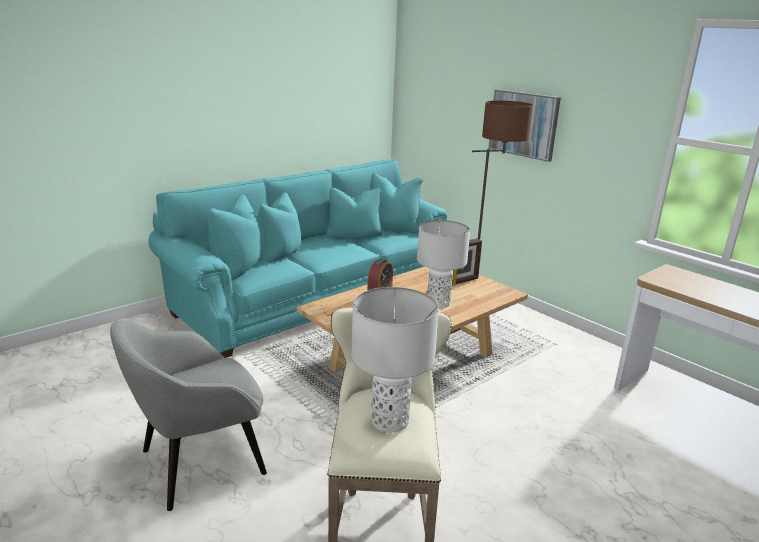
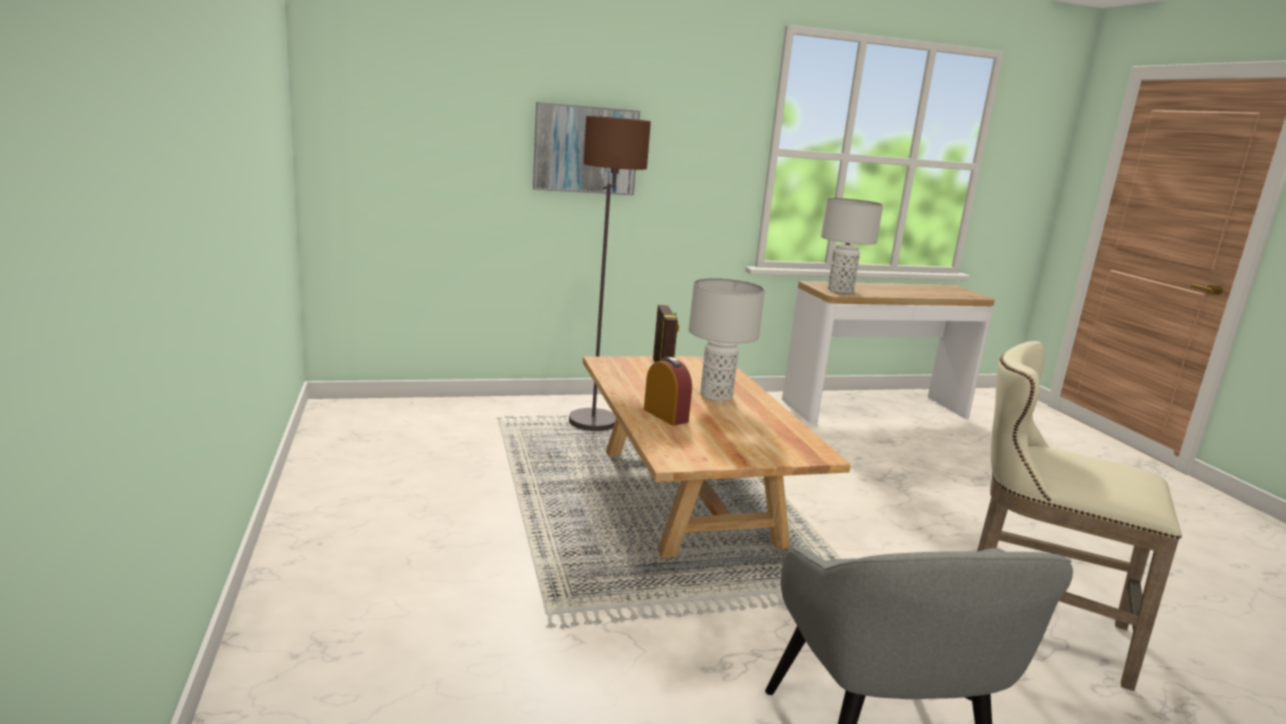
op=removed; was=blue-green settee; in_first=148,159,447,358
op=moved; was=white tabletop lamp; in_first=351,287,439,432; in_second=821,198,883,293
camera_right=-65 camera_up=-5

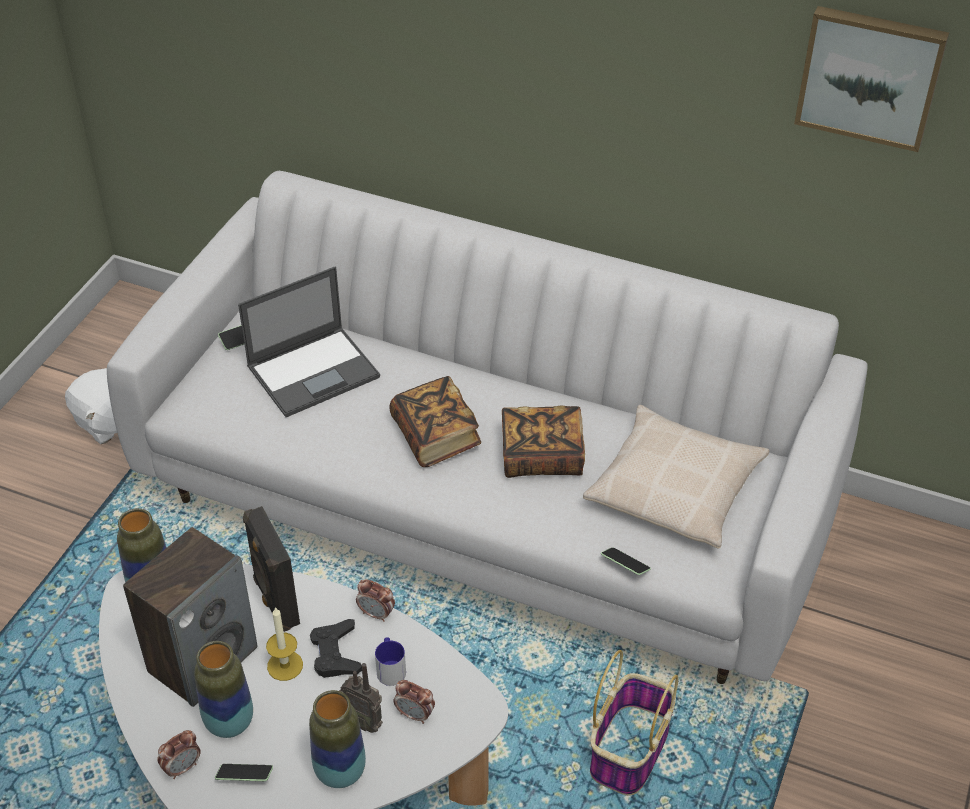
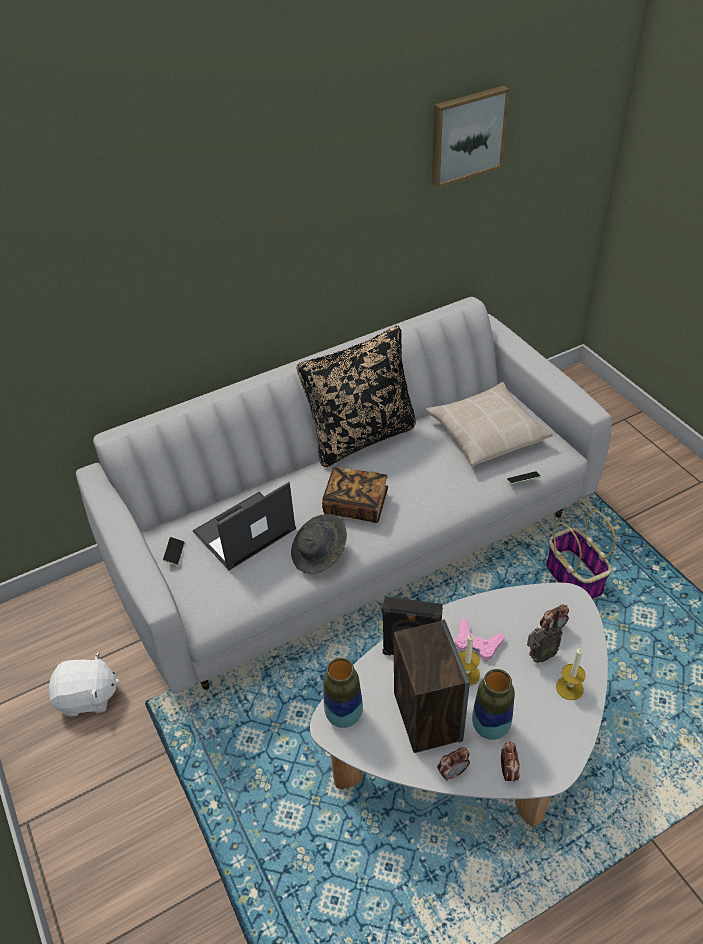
op=turned; was=portable computer; in_first=238,266,380,417; in_second=193,482,296,570; clockwise=-135
op=removed; was=book; in_first=502,406,585,478
op=moved; was=alarm clock; in_first=356,580,395,622; in_second=437,747,470,781
op=recoloured; was=blackish joypad; now=pink-coloured joypad; in_first=310,619,362,678; in_second=455,619,504,661
op=removed; was=coffee mug; in_first=375,637,406,686
op=replaced; was=vase; now=wax light; in_first=309,690,366,788; in_second=556,648,586,700
op=removed; was=telephone; in_first=215,764,273,781
op=added; now=blackish pillow; in_second=297,326,416,467
op=added; now=gray clothing hat; in_second=291,514,347,574
camera_right=-50 camera_up=0

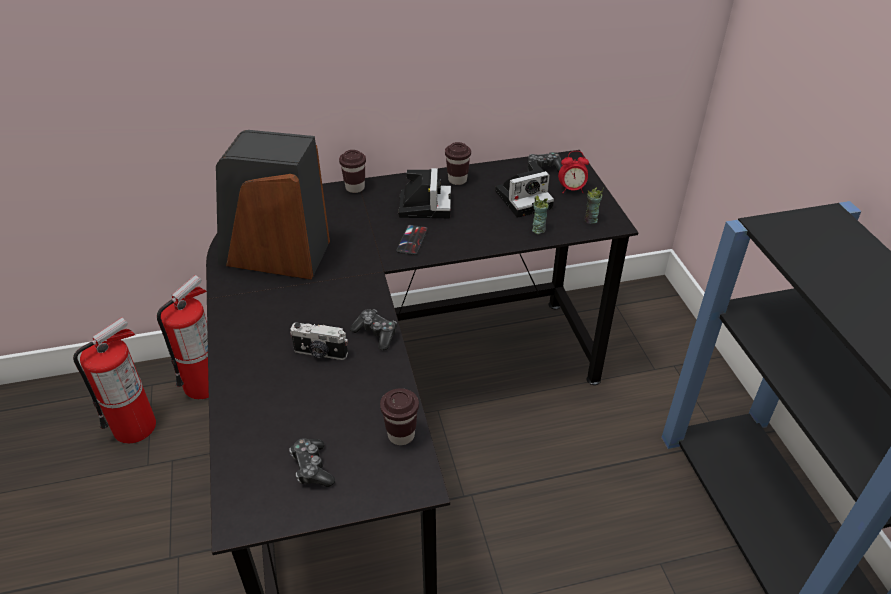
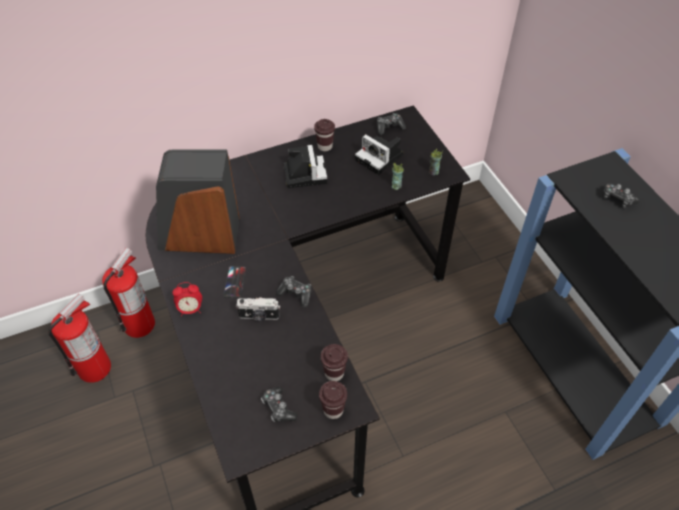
op=moved; was=brown-coloured small cup; in_first=339,150,366,193; in_second=319,381,347,419
op=moved; was=alarm clock; in_first=558,151,589,193; in_second=172,282,202,316
op=turned; was=still camera; in_first=495,161,554,218; in_second=355,134,403,175; clockwise=75
op=moved; was=telephone; in_first=396,225,428,255; in_second=223,266,246,298
op=added; now=joypad; in_second=603,184,639,208
camera_right=-10 camera_up=10

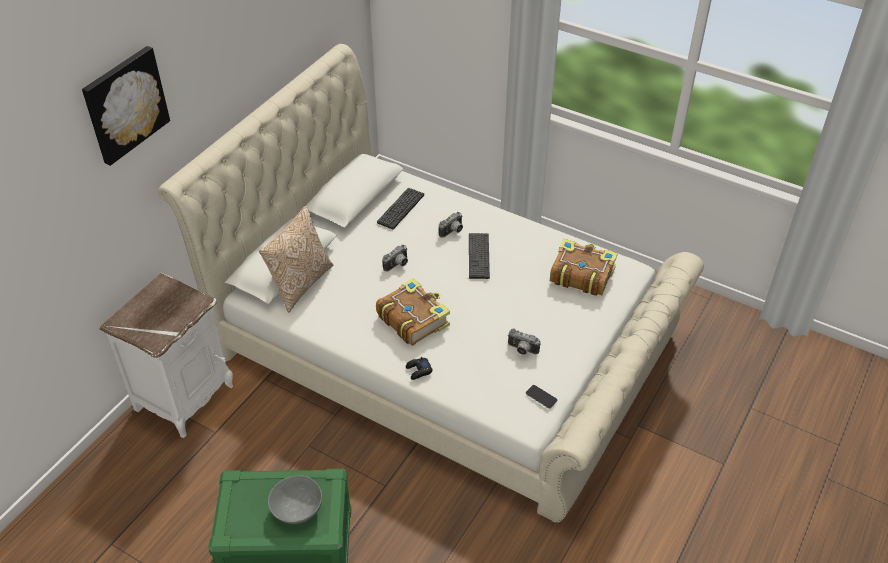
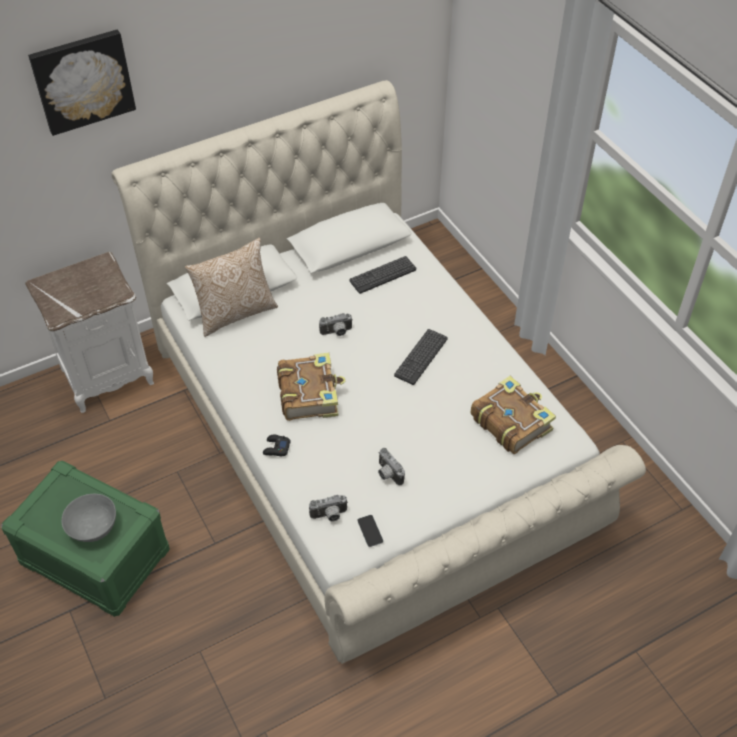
op=moved; was=still camera; in_first=439,212,463,238; in_second=309,495,348,522
camera_right=30 camera_up=5

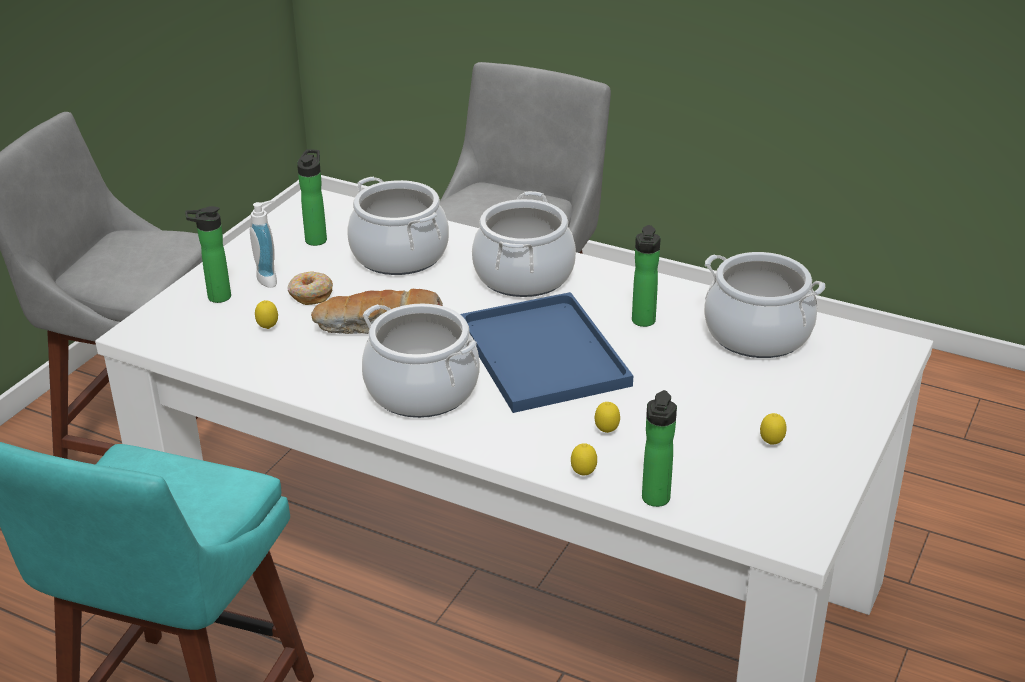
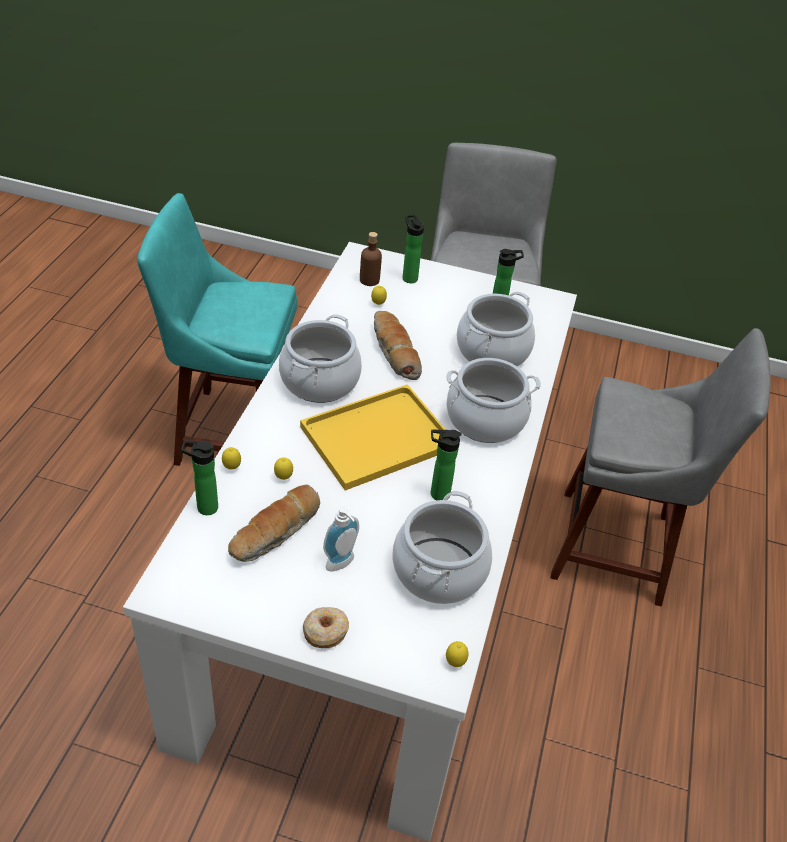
op=moved; was=soap dispenser; in_first=250,200,277,288; in_second=323,506,359,572
op=moved; was=ring doughnut; in_first=288,271,333,305; in_second=303,607,349,648
op=recoloured; was=blue-coloured carrying tray; now=yellow carrying tray; in_first=460,292,633,413; in_second=300,384,446,490
op=moved; was=whole lemon; in_first=760,413,787,445; in_second=446,641,469,667
op=added; now=brown-coloured bottle; in_second=360,232,382,286
op=added; now=bread; in_second=228,485,320,562
camera_right=75 camera_up=10

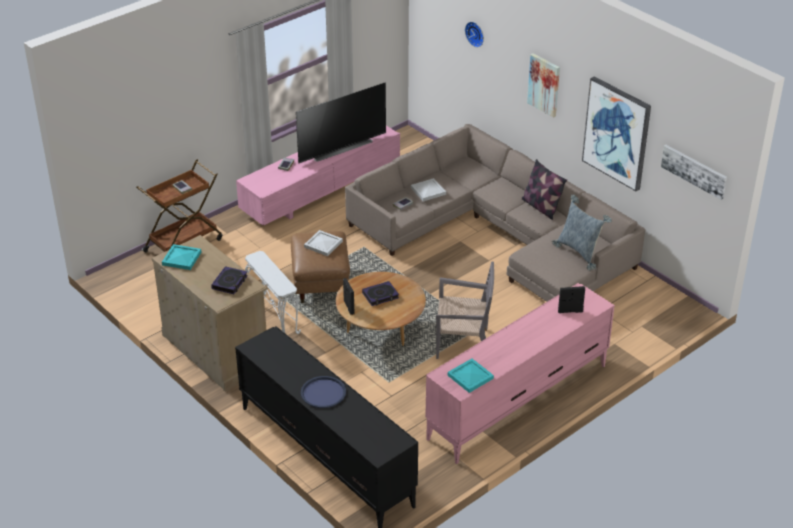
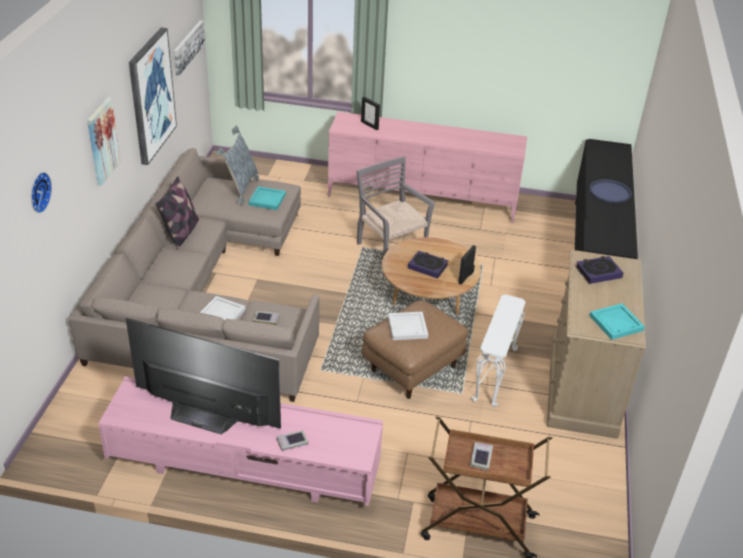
op=moved; was=blue-green carrying tray; in_first=448,359,494,393; in_second=249,186,286,210
camera_right=-130 camera_up=0

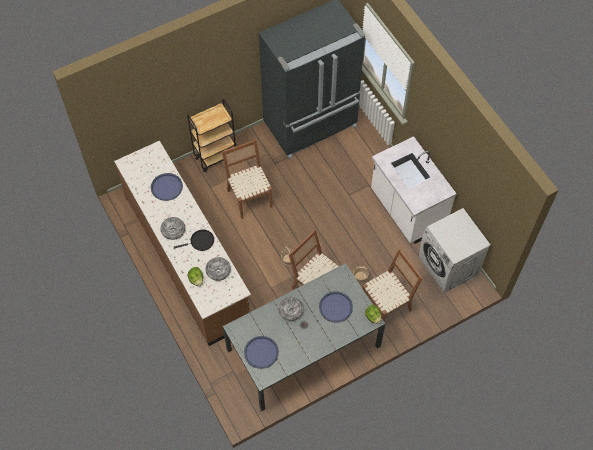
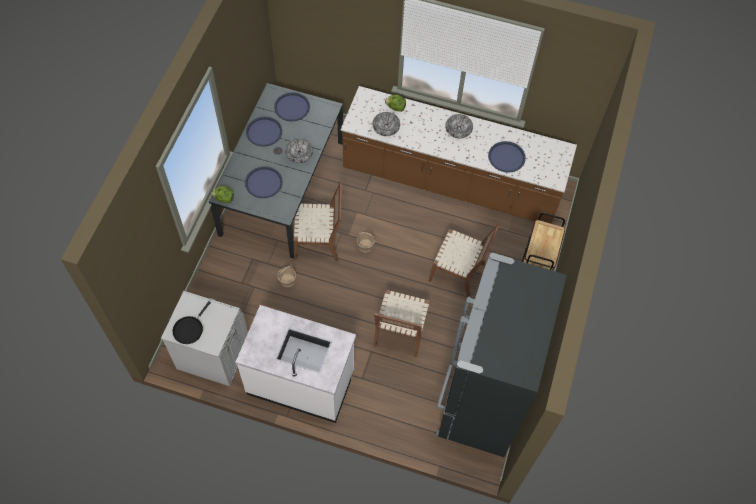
op=moved; was=blackish skillet; in_first=174,230,214,251; in_second=173,301,211,344
op=moved; was=plain chair; in_first=362,249,423,321; in_second=374,290,430,358
op=added; now=blue-coloured carrying tray; in_second=246,117,282,147
camera_right=135 camera_up=0

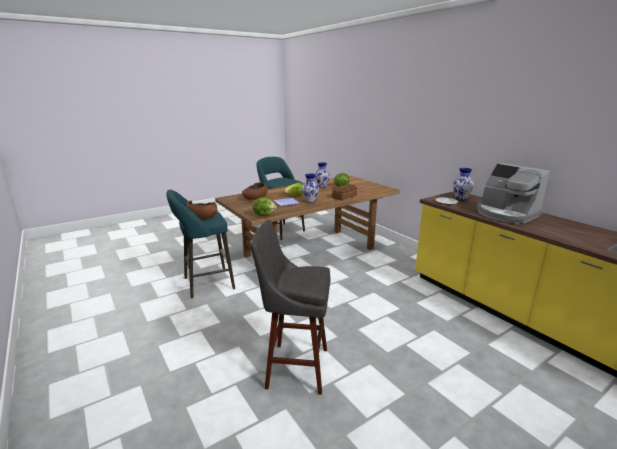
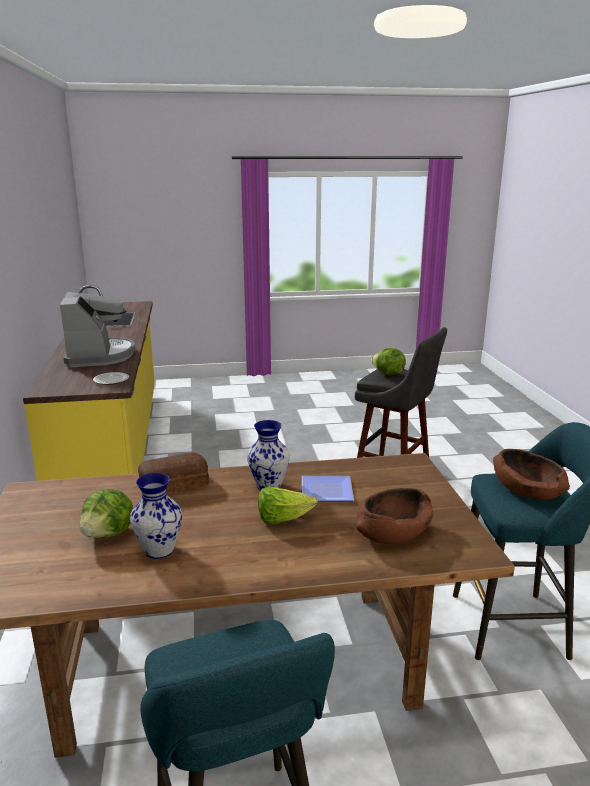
op=removed; was=vase; in_first=453,168,474,200
op=moved; was=lettuce head; in_first=253,197,276,216; in_second=371,348,406,375
camera_right=-155 camera_up=0

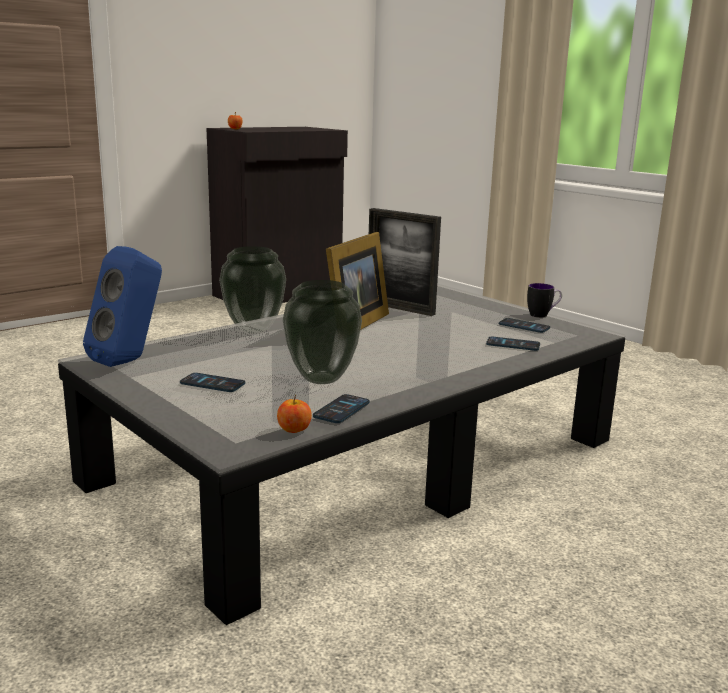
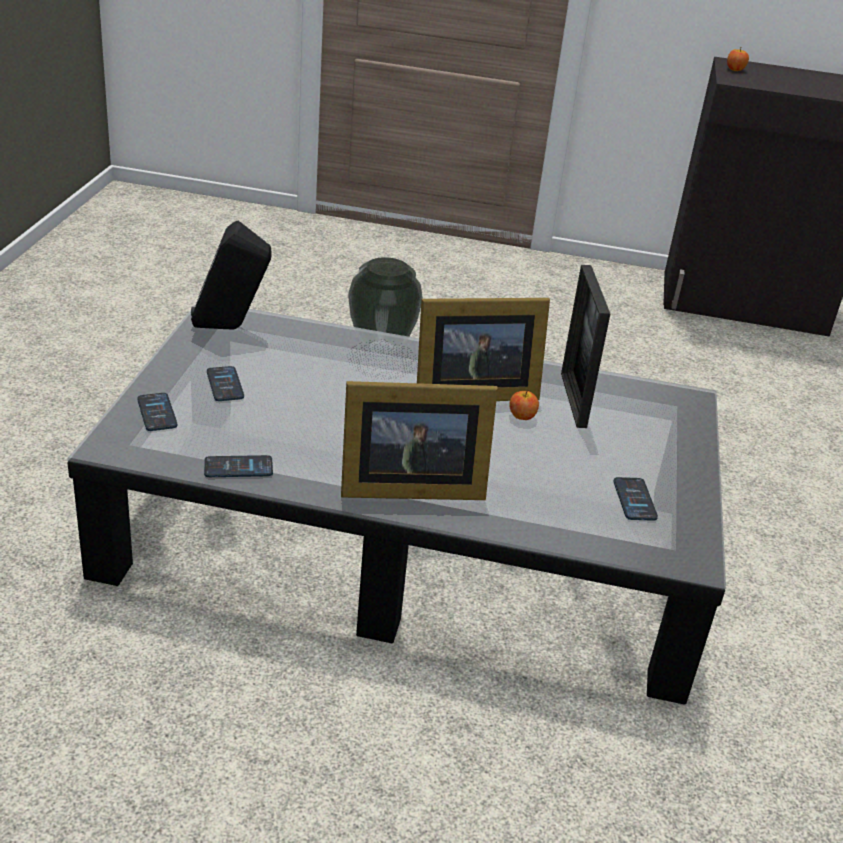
op=recoloured; was=blue-coloured loudspeaker; now=blackish loudspeaker; in_first=83,246,162,367; in_second=191,221,272,330
op=removed; was=vase; in_first=283,280,362,384
op=removed; was=coffee mug; in_first=527,283,562,318
op=moved; was=telephone; in_first=486,337,540,351; in_second=137,393,177,431
op=moved; was=apple; in_first=277,395,312,433; in_second=509,390,539,420
op=added; now=picture frame; in_second=341,381,498,500
camera_right=50 camera_up=15

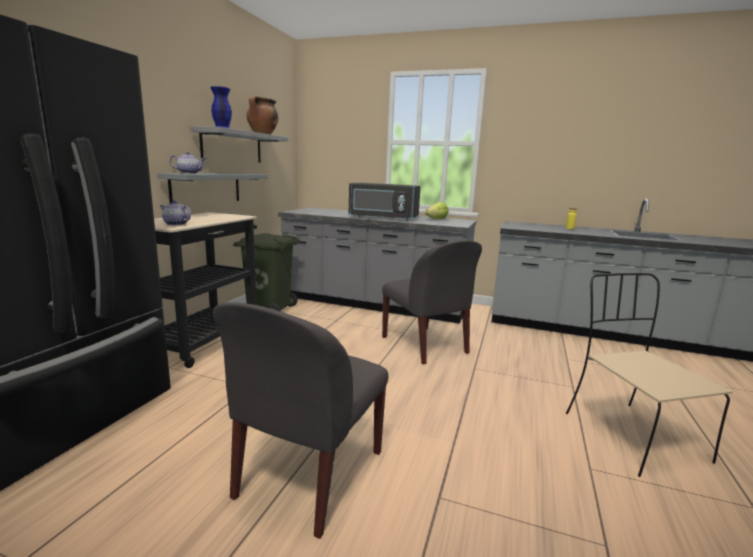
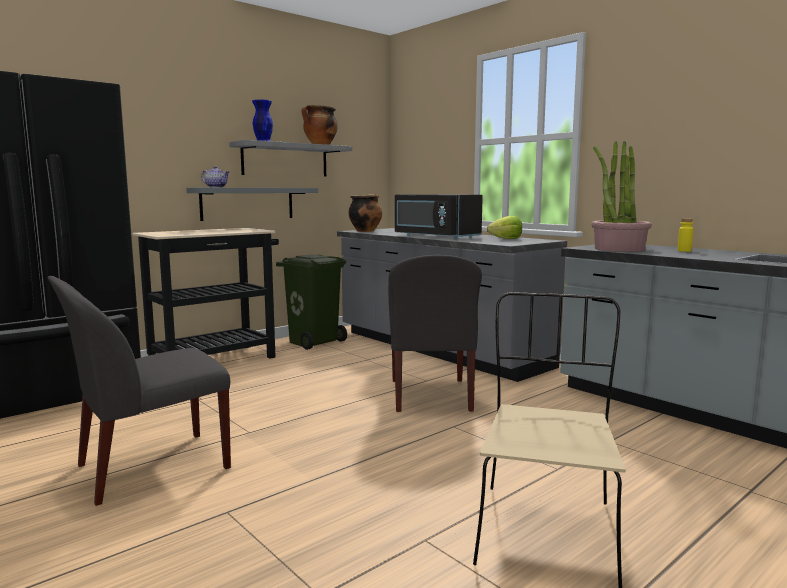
op=removed; was=tea pot; in_first=159,200,191,225
op=added; now=plant in a pot; in_second=592,141,652,252
op=added; now=stockpot; in_second=348,194,382,232
camera_right=30 camera_up=-5

